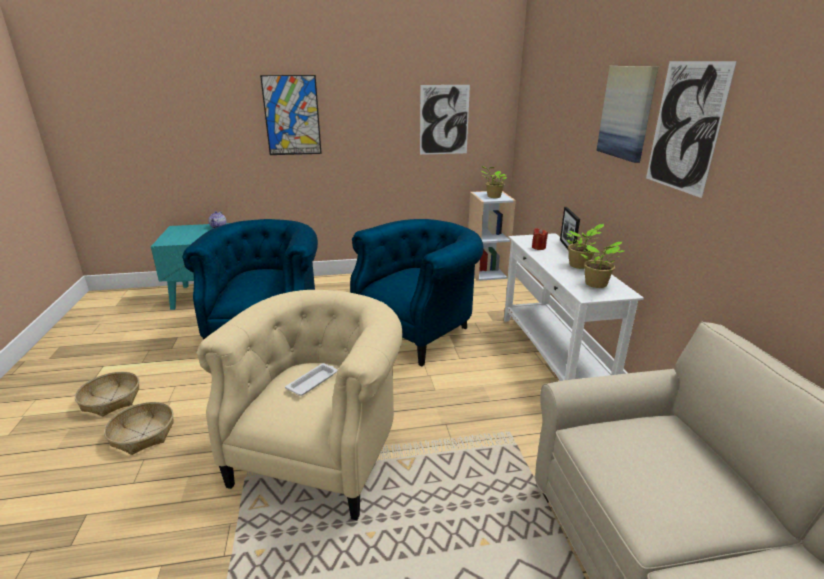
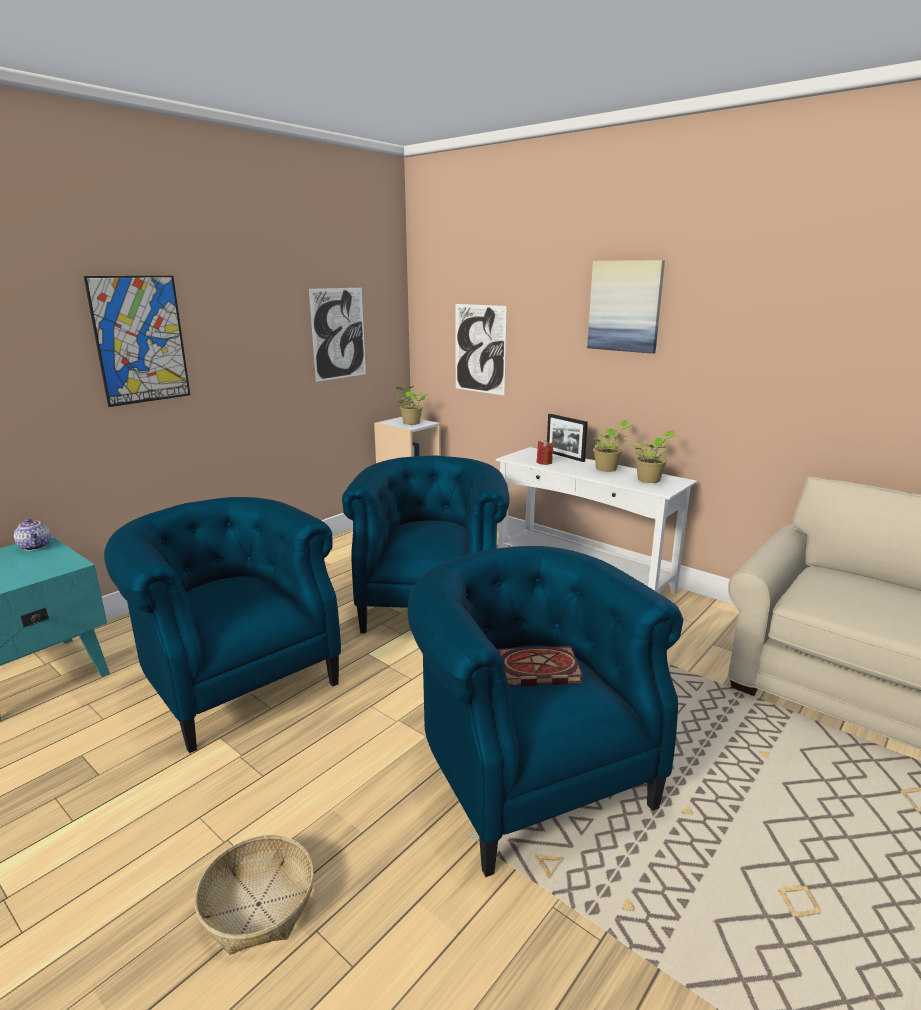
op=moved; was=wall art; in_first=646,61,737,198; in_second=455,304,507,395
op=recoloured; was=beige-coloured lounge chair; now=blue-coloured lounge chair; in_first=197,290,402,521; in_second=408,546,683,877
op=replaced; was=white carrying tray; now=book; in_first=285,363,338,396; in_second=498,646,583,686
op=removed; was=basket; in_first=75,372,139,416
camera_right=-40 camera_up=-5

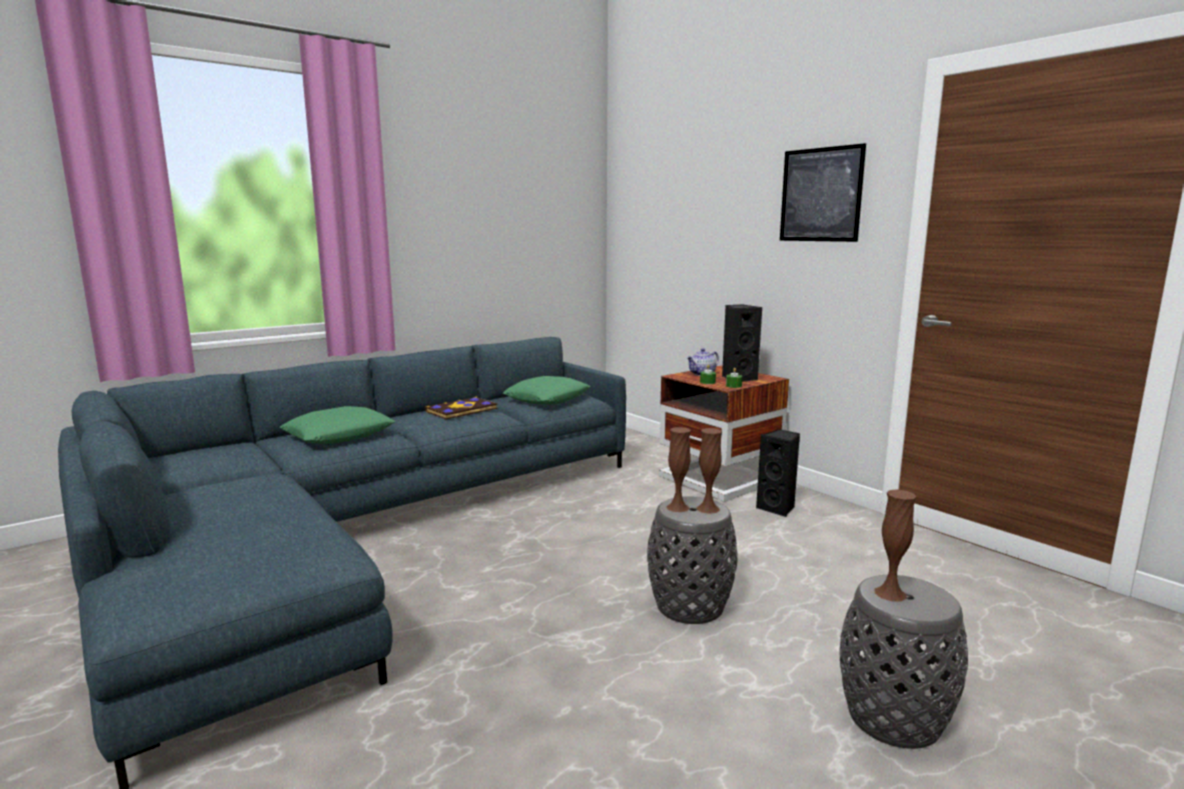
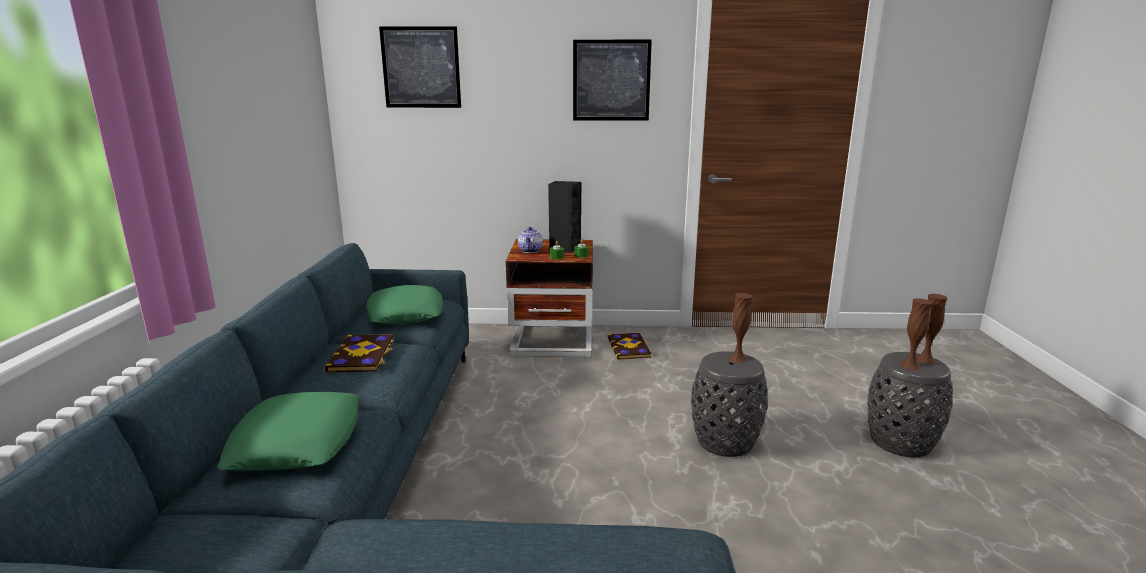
op=moved; was=brown-coloured vase; in_first=666,427,691,512; in_second=916,294,948,364
op=replaced; was=blackish loudspeaker; now=book; in_first=756,429,800,517; in_second=607,333,653,360
op=added; now=wall art; in_second=379,26,461,108
camera_right=-50 camera_up=5

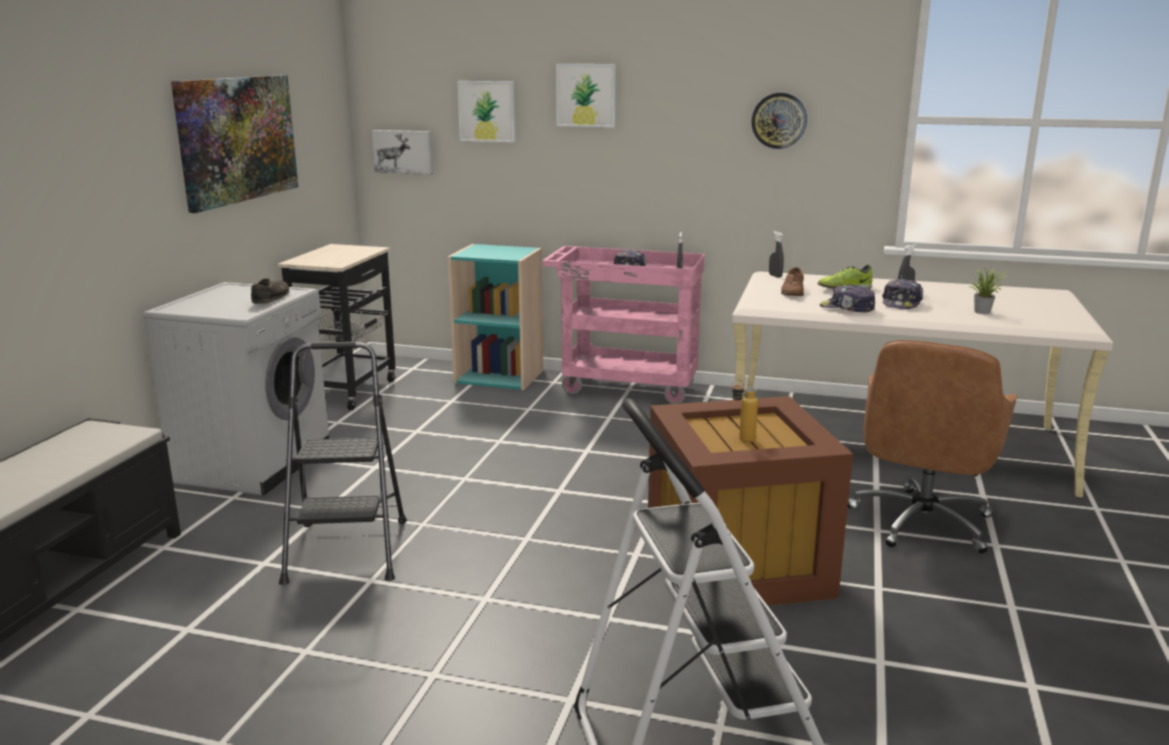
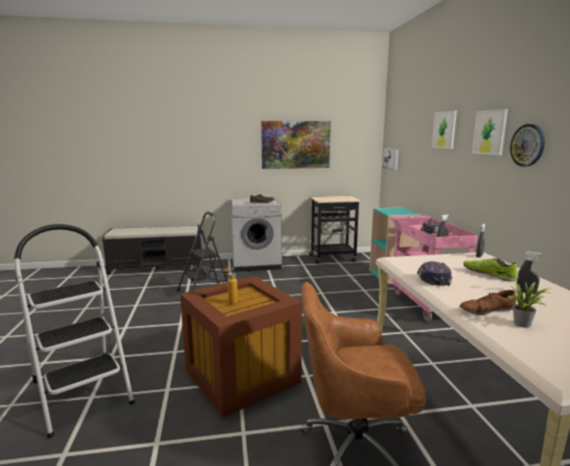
op=moved; was=wall art; in_first=457,81,515,142; in_second=472,109,508,155
op=moved; was=brown-coloured low shoe; in_first=781,267,804,296; in_second=460,290,516,315
op=removed; was=cap; in_first=882,279,923,309
camera_right=65 camera_up=-5

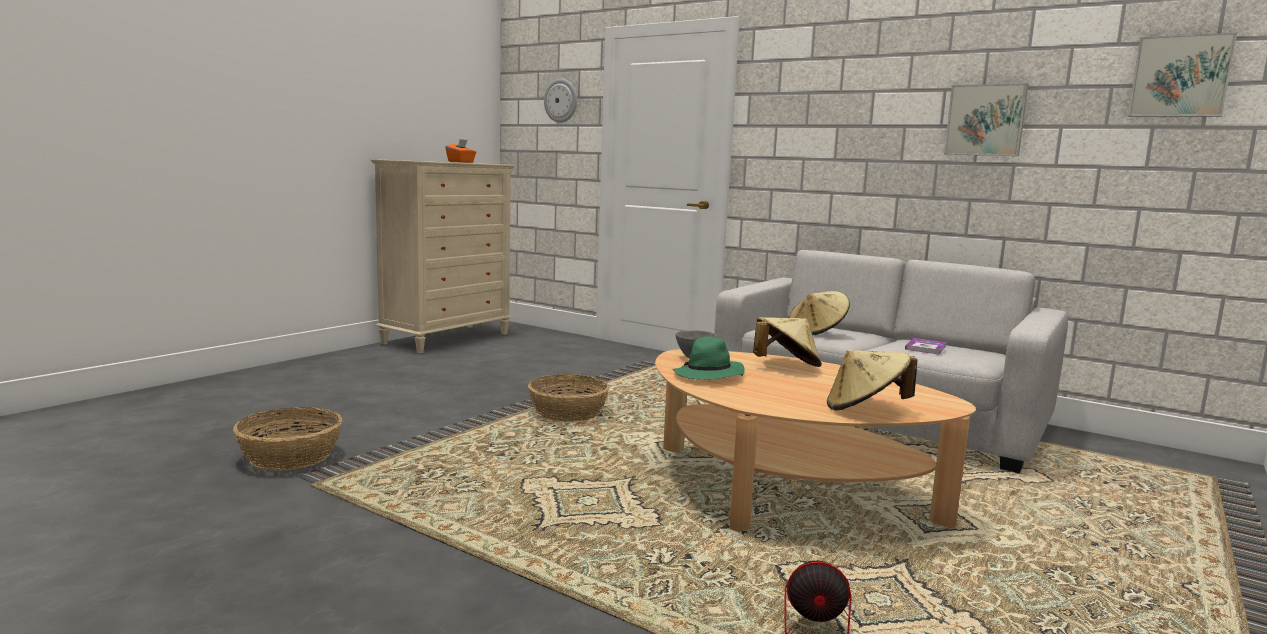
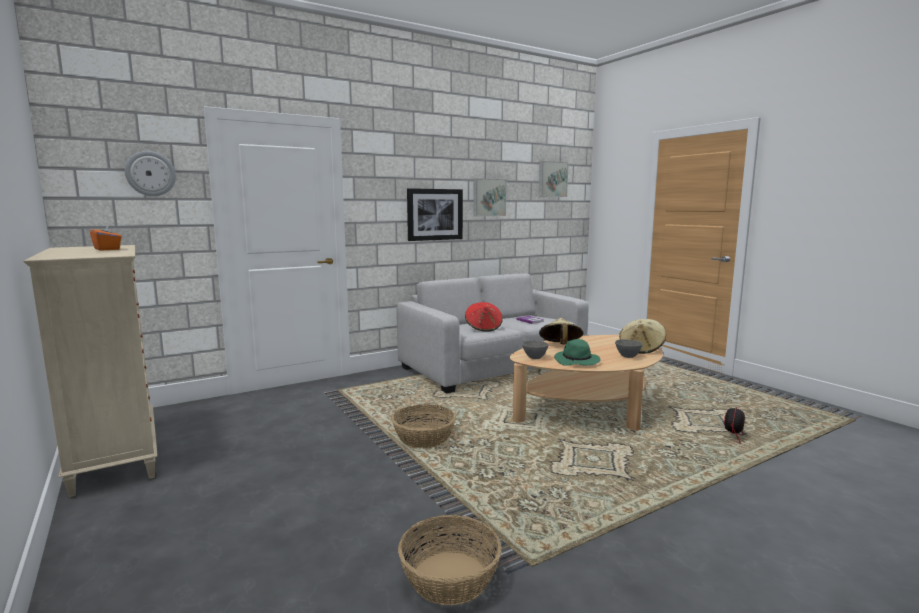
op=recoloured; was=beige-coloured clothing hat; now=reddish clothing hat; in_first=789,291,850,336; in_second=465,302,503,332
op=added; now=wall art; in_second=407,188,463,241
op=added; now=gray bowl; in_second=615,339,643,358
camera_right=-65 camera_up=0

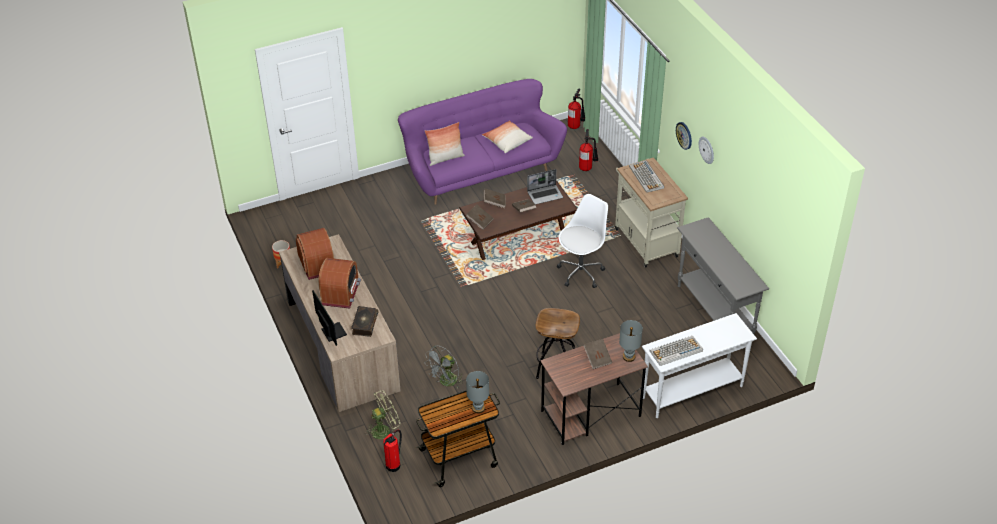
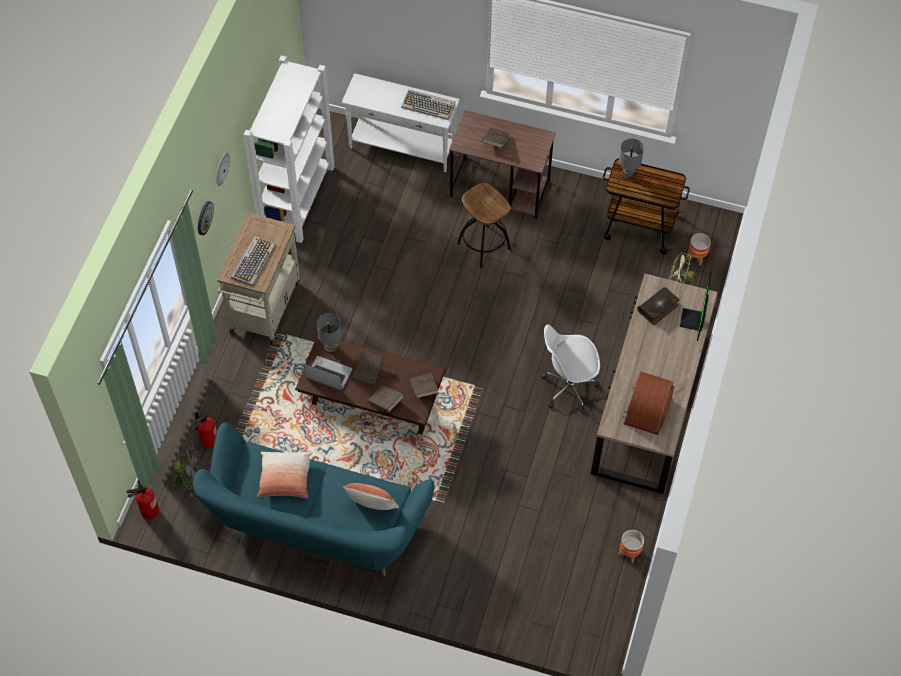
op=recoloured; was=purple settee; now=blue-green settee; in_first=398,79,567,205; in_second=193,422,434,576
op=moved; was=white desk chair; in_first=557,194,608,288; in_second=542,324,600,413
op=replaced; was=gray hall table; now=white bookcase; in_first=677,217,769,335; in_second=244,56,334,243
op=removed; was=radio; in_first=318,258,361,309
op=moved; was=gray tabletop lamp; in_first=619,320,643,362; in_second=317,313,342,353
op=moved; was=gray fan; in_first=424,345,463,388; in_second=166,442,200,497
op=replaced; was=extinguisher; now=flower pot; in_first=383,430,402,472; in_second=687,233,711,266
camera_right=-140 camera_up=15

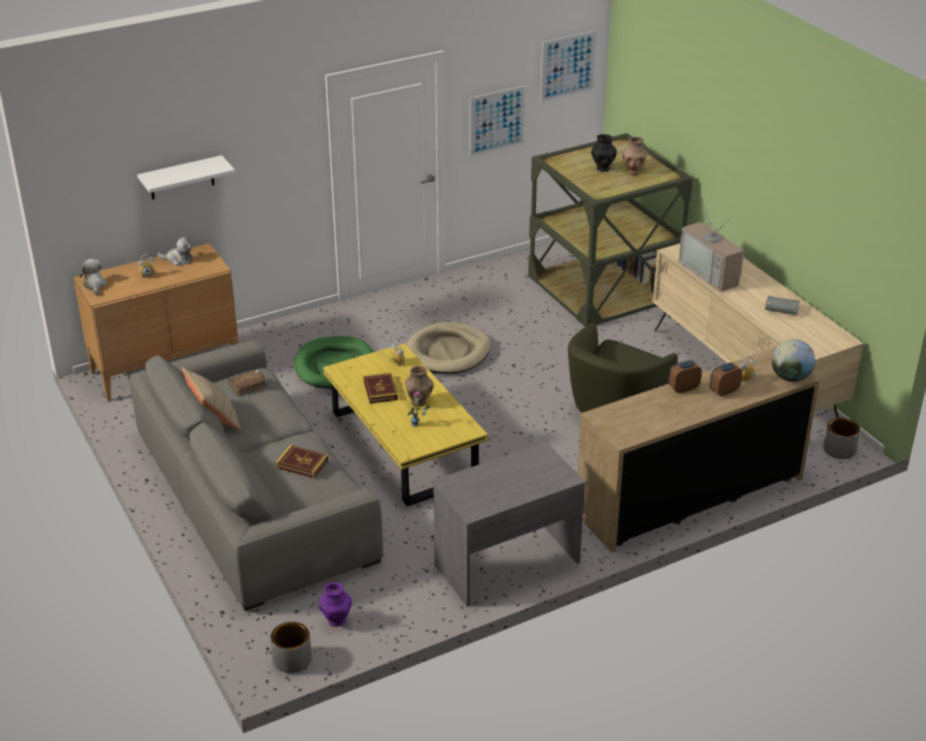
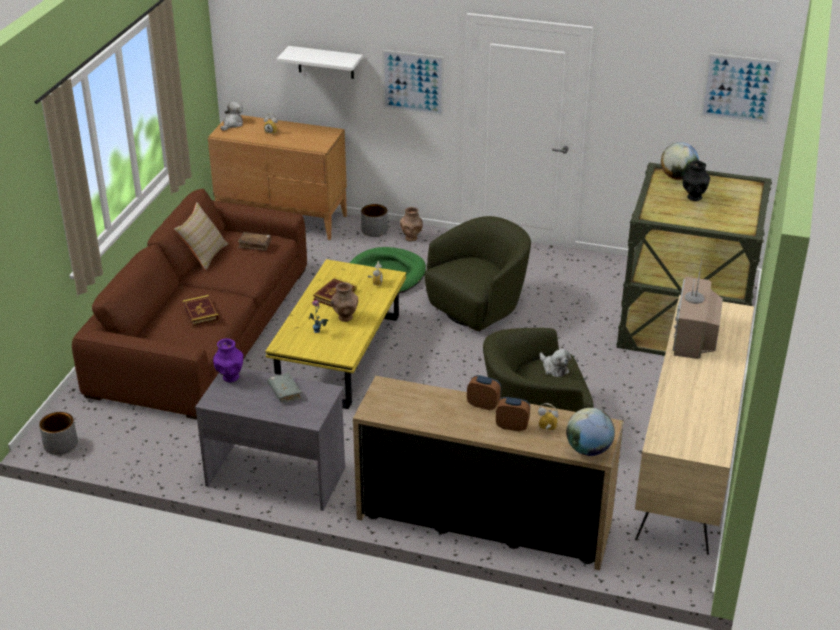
op=moved; was=wall art; in_first=469,85,526,157; in_second=382,50,444,116
op=moved; was=brown-coloured vase; in_first=623,137,647,175; in_second=400,207,423,241
op=moved; was=plush toy; in_first=157,237,193,266; in_second=539,349,571,377
op=moved; was=gray book; in_first=765,296,800,315; in_second=267,373,302,403
op=replaced; was=beige-coloured pet bed; now=green lounge chair; in_first=406,322,491,374; in_second=425,216,531,331
op=recoloured; was=gray settee; now=brown-coloured settee; in_first=130,339,383,611; in_second=72,189,307,420
op=moved; was=gray flower pot; in_first=823,418,860,459; in_second=361,204,388,237
op=moved; was=purple vase; in_first=319,582,352,627; in_second=213,338,243,382
op=added; now=world globe; in_second=661,142,699,180
camera_right=45 camera_up=0

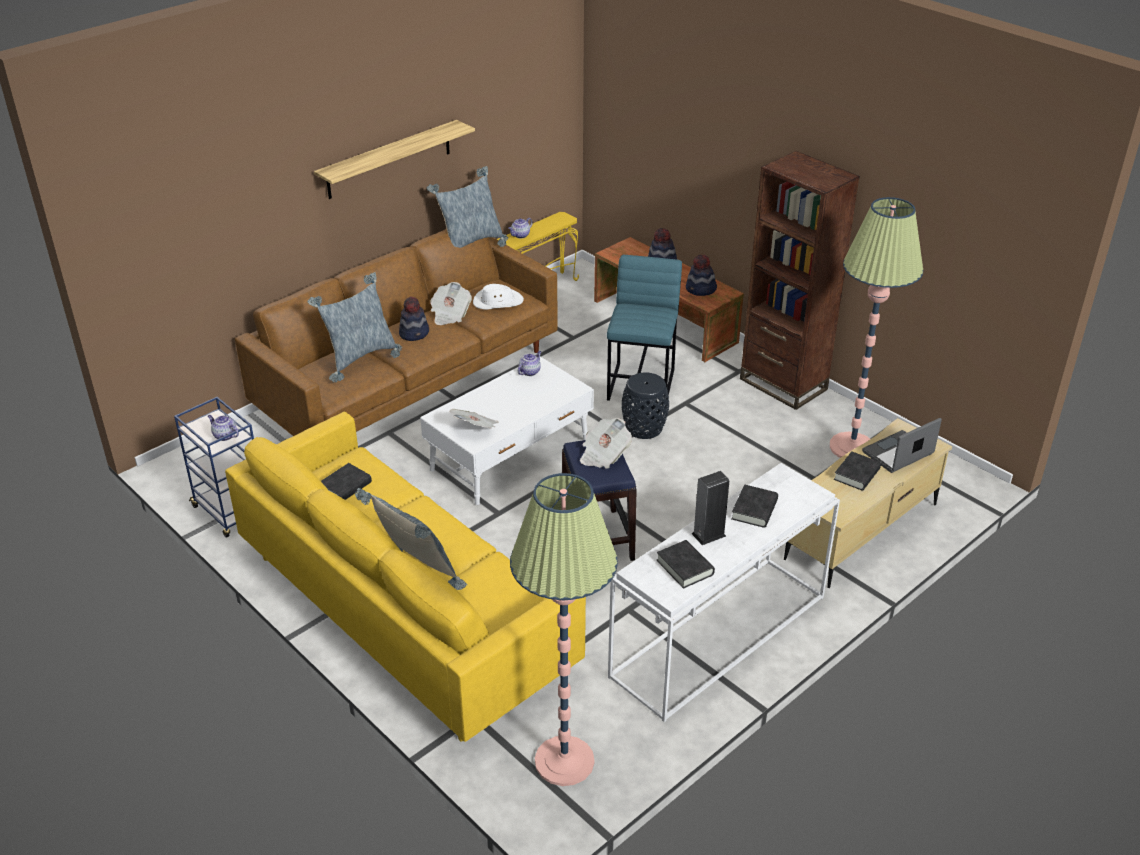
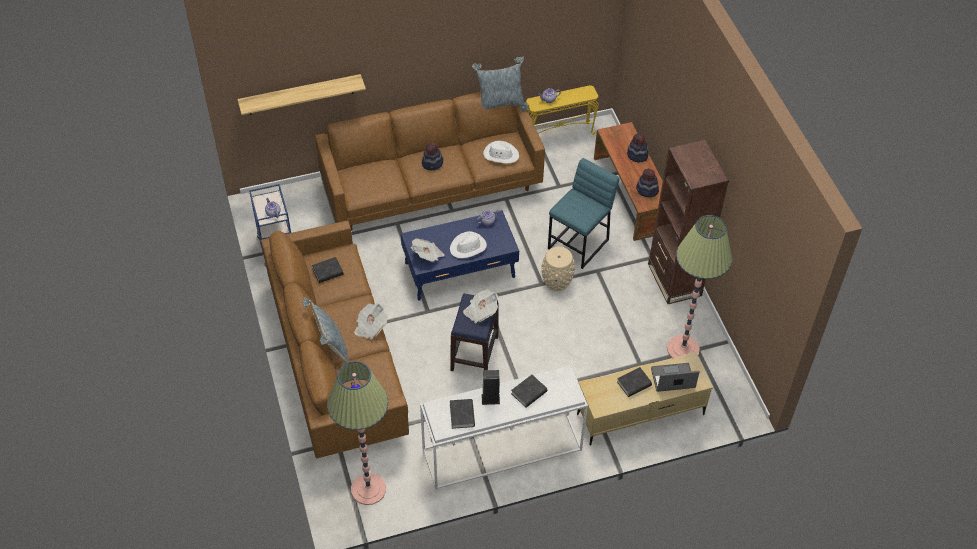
op=moved; was=shelf; in_first=314,120,475,199; in_second=237,74,366,115
op=removed; was=pillow; in_first=307,272,402,382
op=moved; was=newspaper; in_first=430,282,472,325; in_second=354,304,388,339
op=recoloured; was=white lounge table; now=blue-coloured lounge table; in_first=420,357,594,505; in_second=401,210,519,301
op=recoloured; was=blackish stool seat; now=beige-coloured stool seat; in_first=622,372,669,439; in_second=541,247,575,291
op=recoloured; was=yellow settee; now=brown-coloured settee; in_first=225,412,586,742; in_second=261,220,409,458
op=added; now=white clothing hat; in_second=450,231,487,258
camera_right=25 camera_up=15

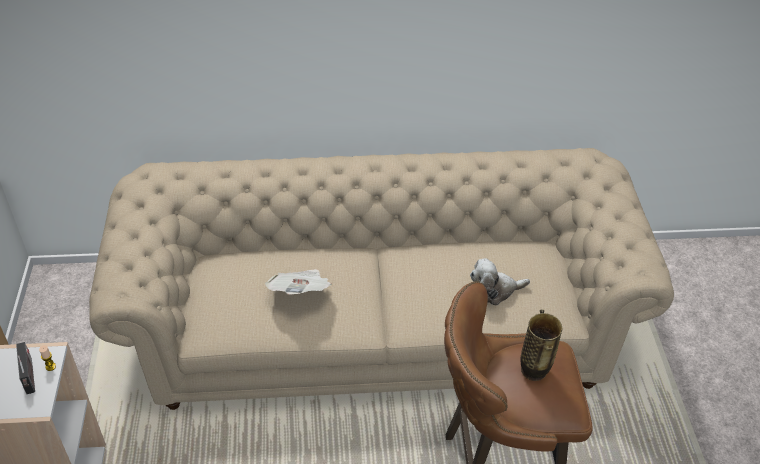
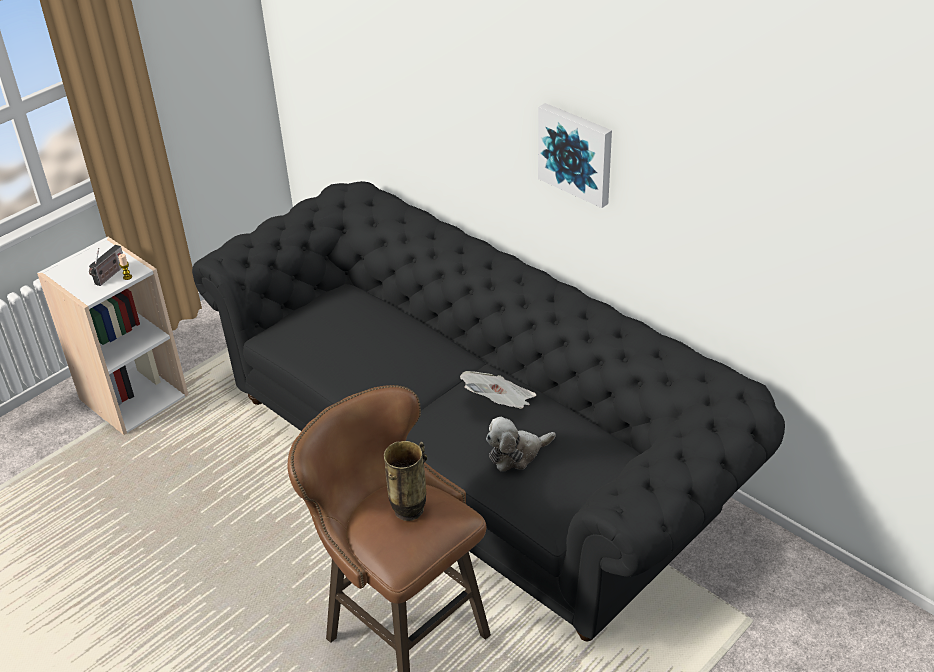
op=recoloured; was=beige-coloured settee; now=blackish settee; in_first=89,148,674,410; in_second=192,181,785,641
op=turned; was=plush toy; in_first=470,258,530,306; in_second=486,417,556,471; clockwise=-60
op=moved; was=newspaper; in_first=265,269,332,295; in_second=460,371,536,409
op=added; now=wall art; in_second=538,103,612,208
camera_right=50 camera_up=-5

